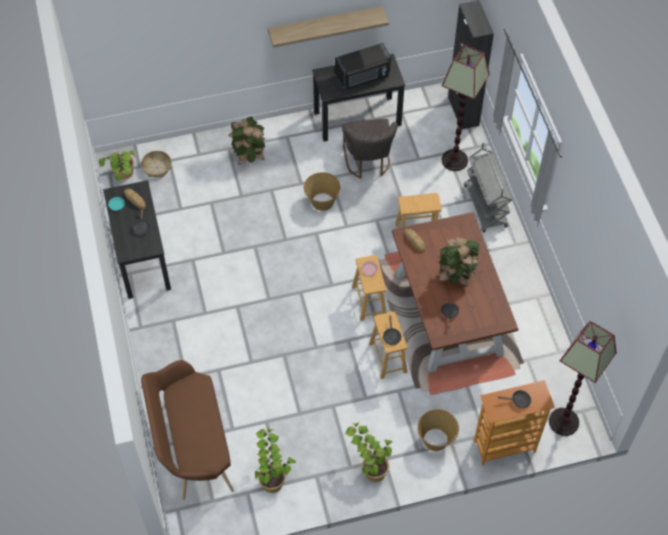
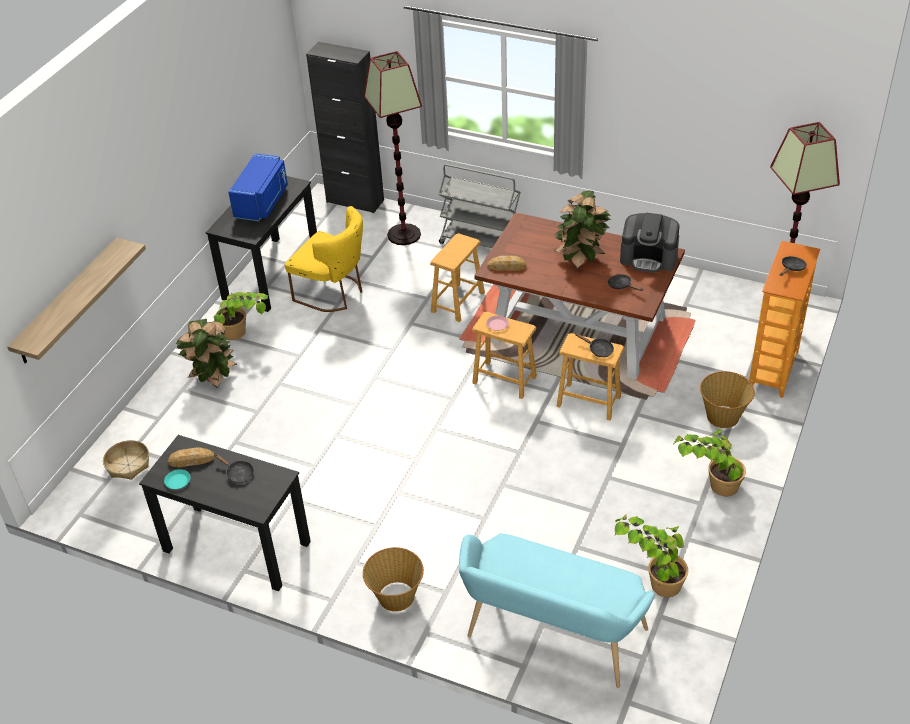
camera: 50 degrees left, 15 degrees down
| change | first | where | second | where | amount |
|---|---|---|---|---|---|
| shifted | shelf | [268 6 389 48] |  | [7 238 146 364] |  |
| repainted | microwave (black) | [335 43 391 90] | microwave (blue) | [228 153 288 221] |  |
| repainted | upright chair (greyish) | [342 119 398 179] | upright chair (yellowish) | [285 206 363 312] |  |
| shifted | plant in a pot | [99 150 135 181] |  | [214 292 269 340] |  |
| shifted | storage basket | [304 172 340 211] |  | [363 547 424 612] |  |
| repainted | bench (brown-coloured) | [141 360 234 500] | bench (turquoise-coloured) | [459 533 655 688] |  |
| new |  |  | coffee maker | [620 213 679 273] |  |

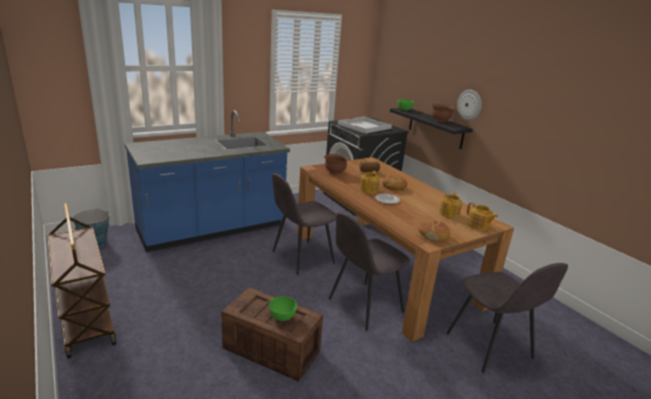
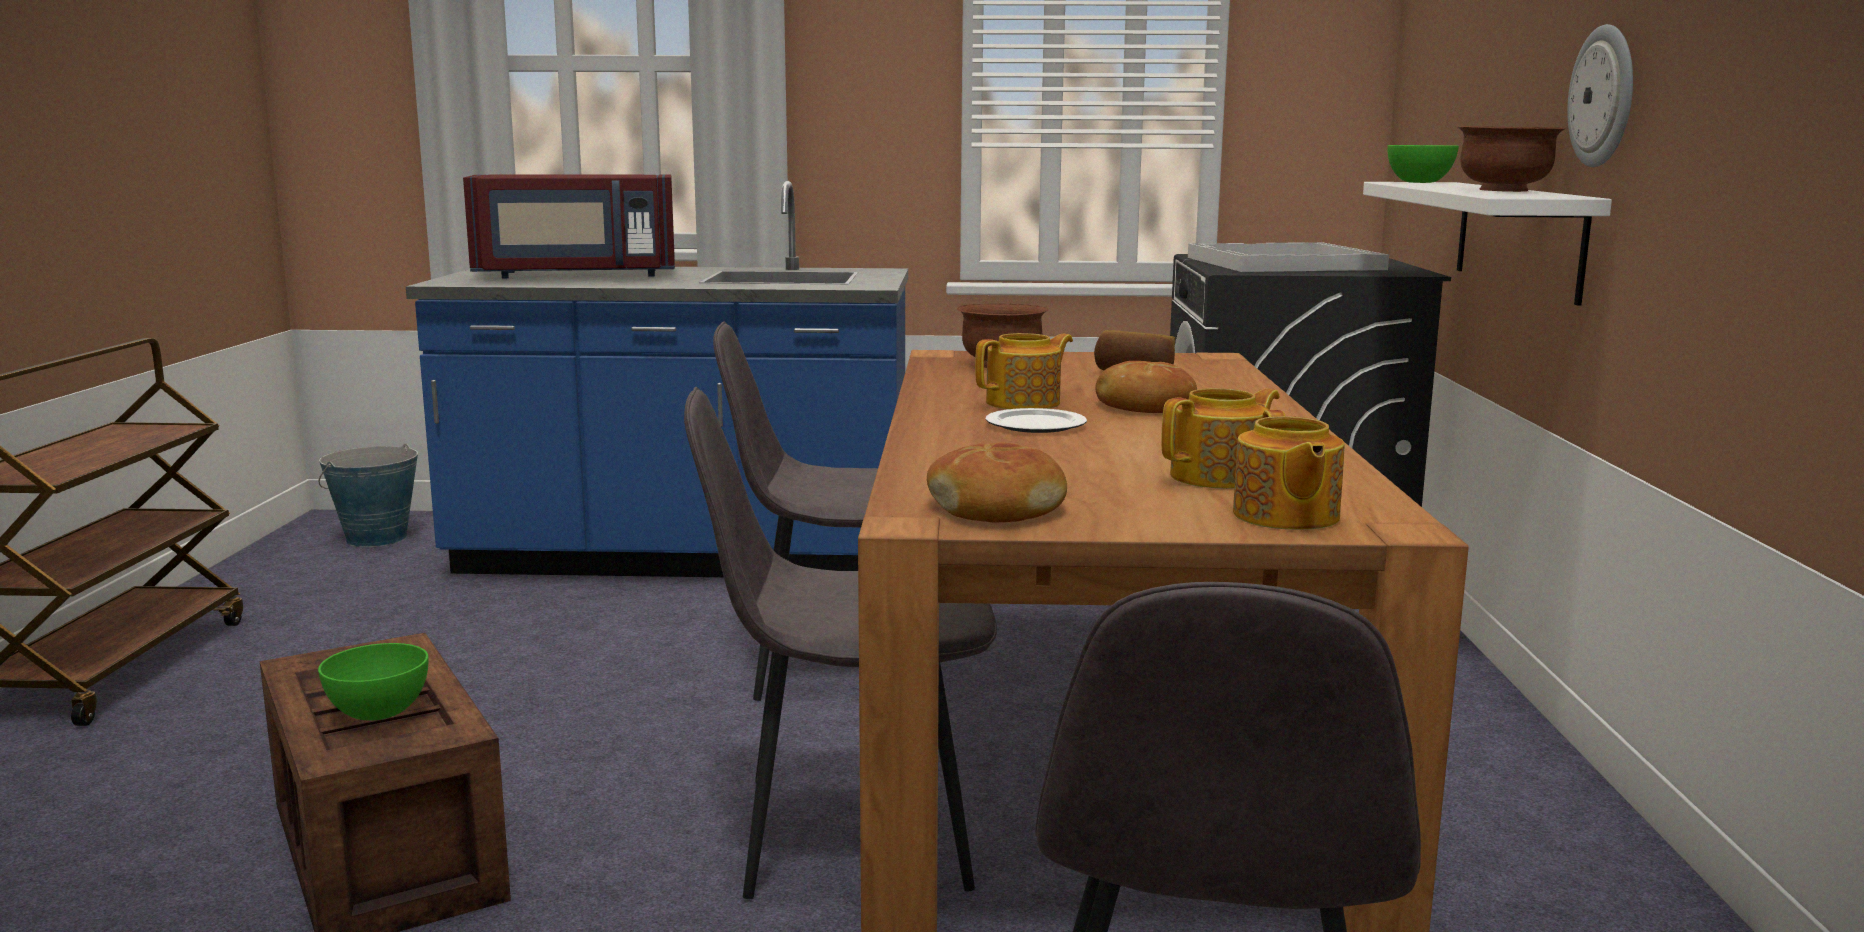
camera: 35 degrees right, 10 degrees down
| change | first | where | second | where | amount |
|---|---|---|---|---|---|
| repainted | shelf (black) | [390 108 473 149] | shelf (white-coloured) | [1363 182 1612 306] |  |
| new |  |  | microwave (red-coloured) | [463 174 675 279] |  |

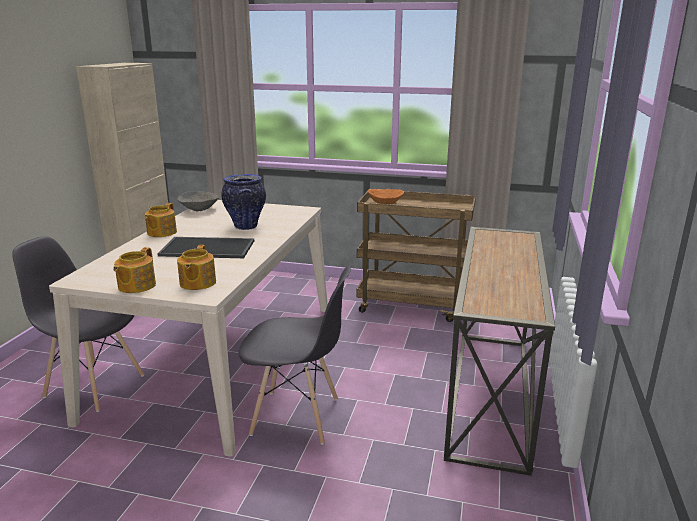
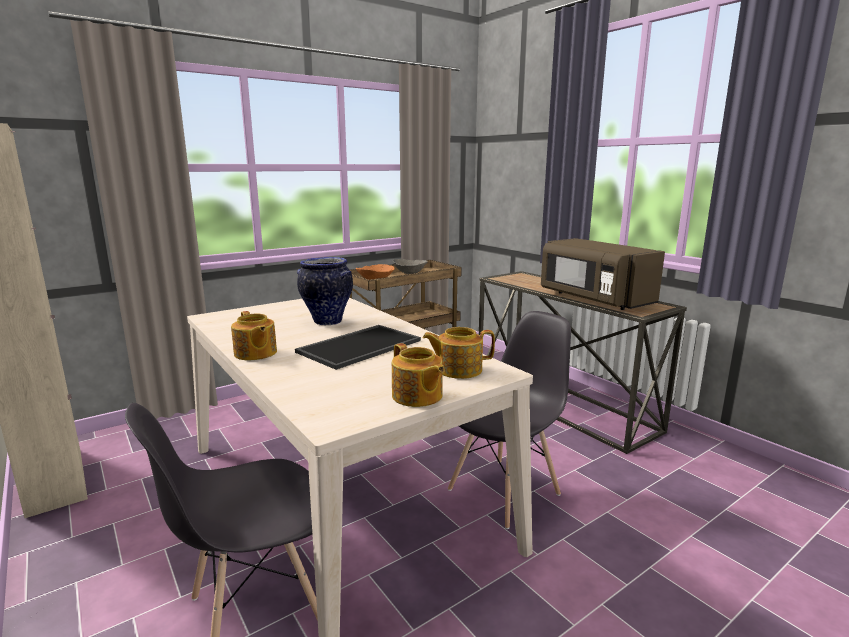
camera: 50 degrees left, 5 degrees down
| change | first | where | second | where | amount |
|---|---|---|---|---|---|
| shifted | serving bowl (greyish) | [178 191 219 211] |  | [393 259 428 274] |  |
| rotated | teapot | [177 245 216 290] |  | [423 327 495 379] | 135 degrees clockwise |
| new |  |  | microwave (brown-coloured) | [541 238 665 310] |  |

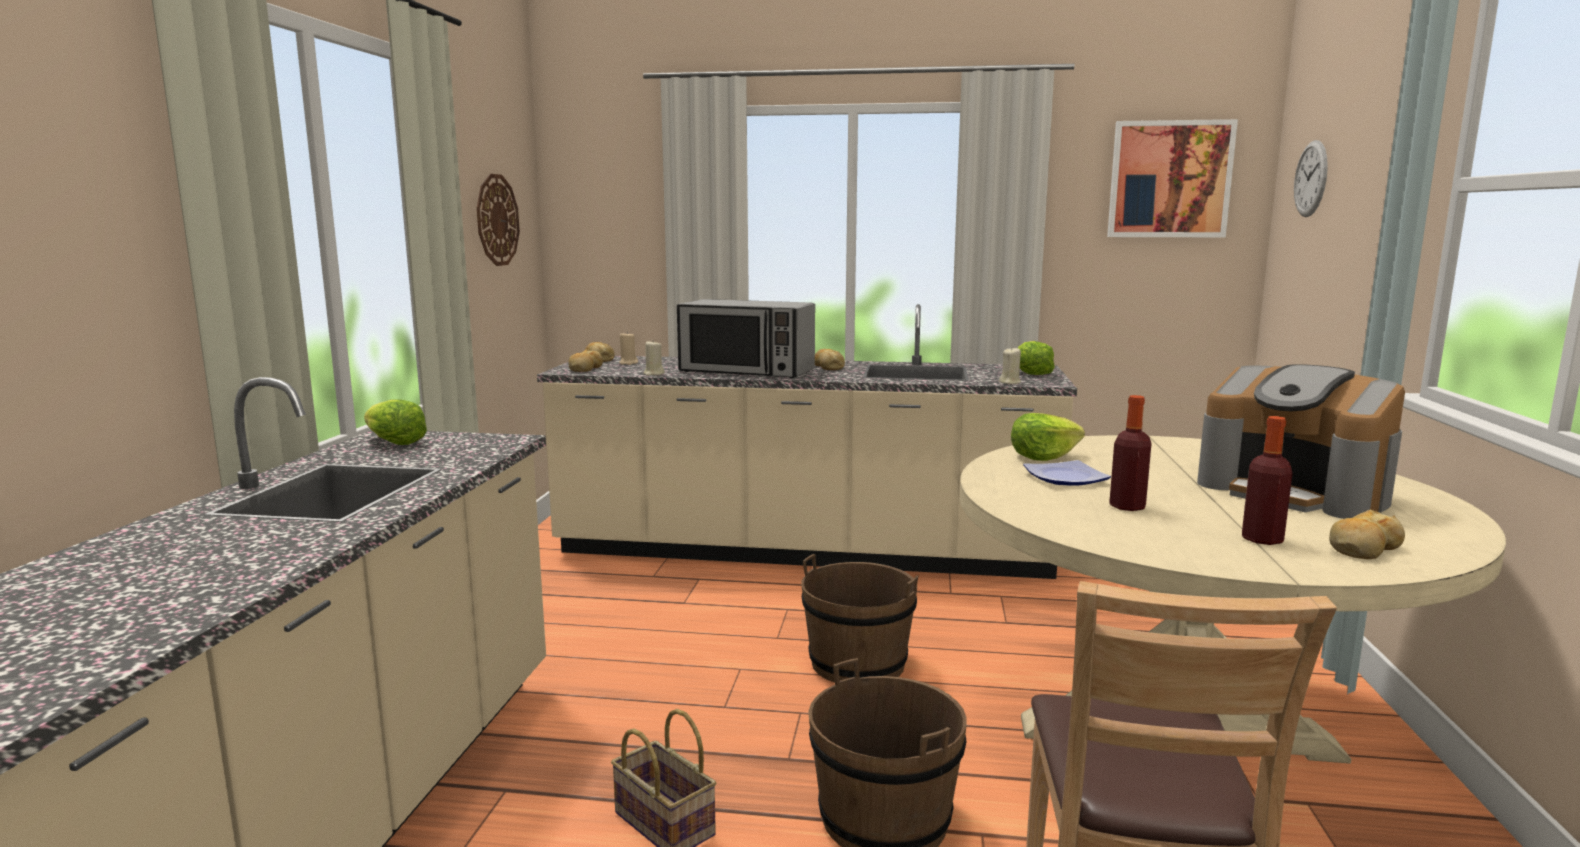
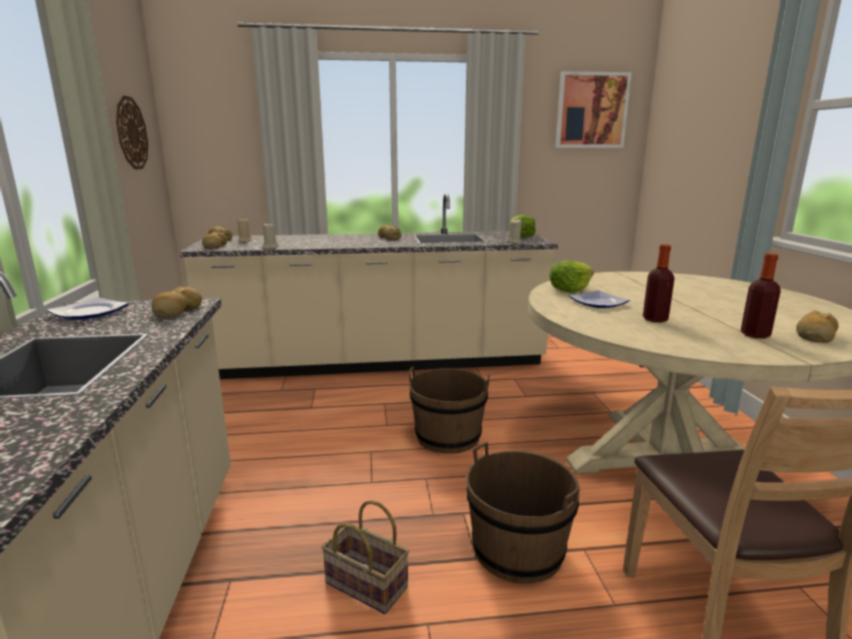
camera: 15 degrees left, 5 degrees up
| change | first | where | second | where | amount |
|---|---|---|---|---|---|
| gone | hanging clock | [1294 140 1328 217] |  |  |  |
| gone | microwave | [677 299 815 378] |  |  |  |
| gone | coffee maker | [1197 364 1405 519] |  |  |  |
| swapped | lettuce | [364 399 427 445] | plate | [47 297 129 319] |  |
| new |  |  | bread | [152 286 202 317] |  |

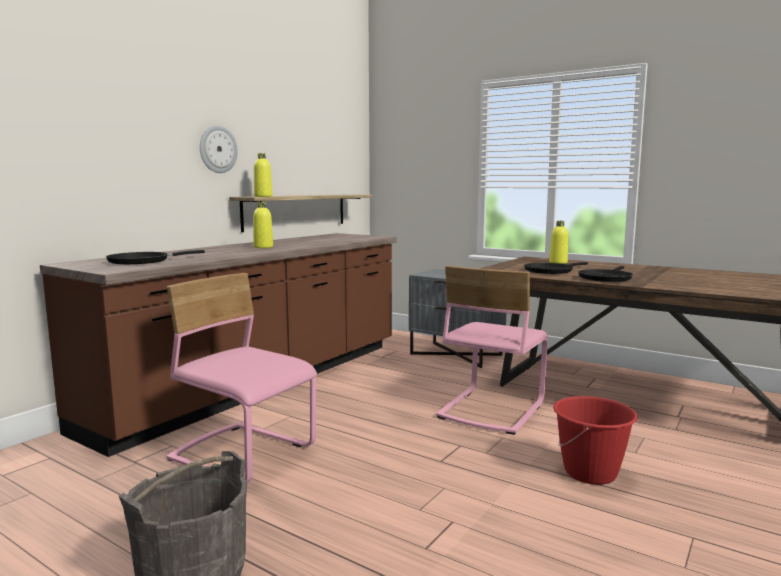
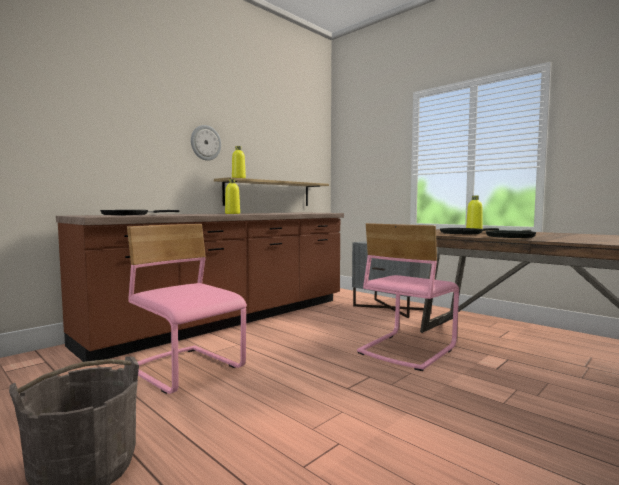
camera: 10 degrees right, 5 degrees down
| change | first | where | second | where | amount |
|---|---|---|---|---|---|
| gone | bucket (red-coloured) | [553 396 638 485] |  |  |  |

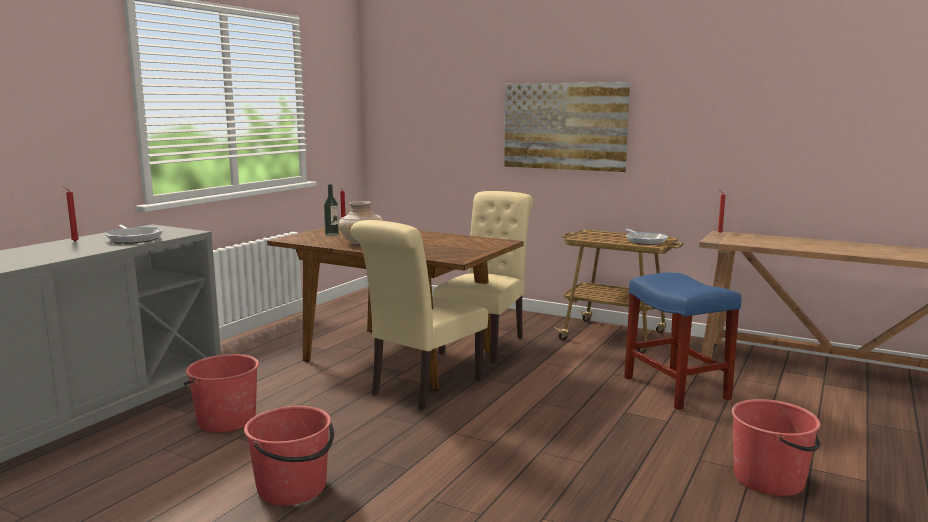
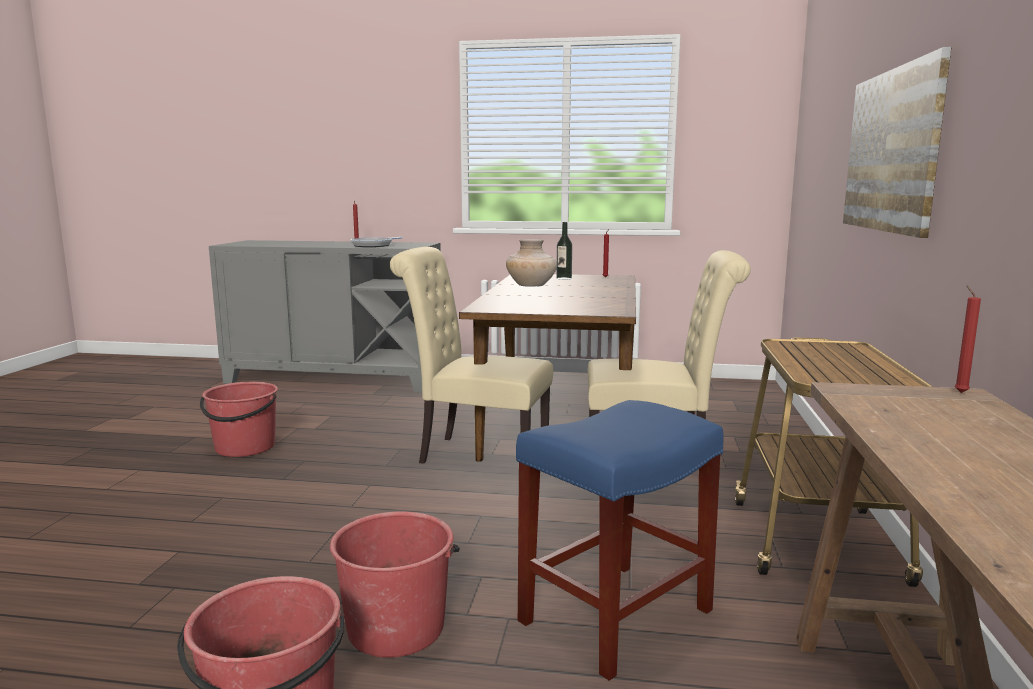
camera: 70 degrees right, 0 degrees up
| change | first | where | second | where | amount |
|---|---|---|---|---|---|
| gone | skillet | [626 229 668 245] |  |  |  |
| shifted | bucket (red-coloured) | [184 354 259 432] |  | [330 511 460 658] |  |

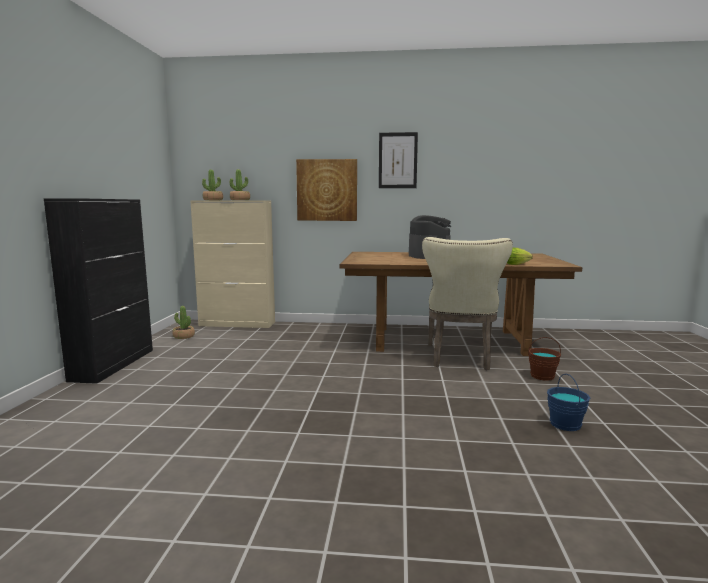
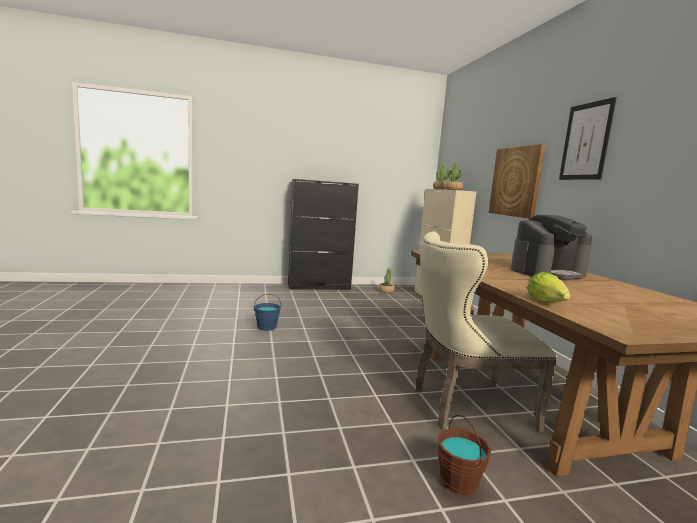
camera: 70 degrees right, 0 degrees up
| change | first | where | second | where | amount |
|---|---|---|---|---|---|
| shifted | bucket (blue) | [547 374 590 431] |  | [254 294 281 331] |  |

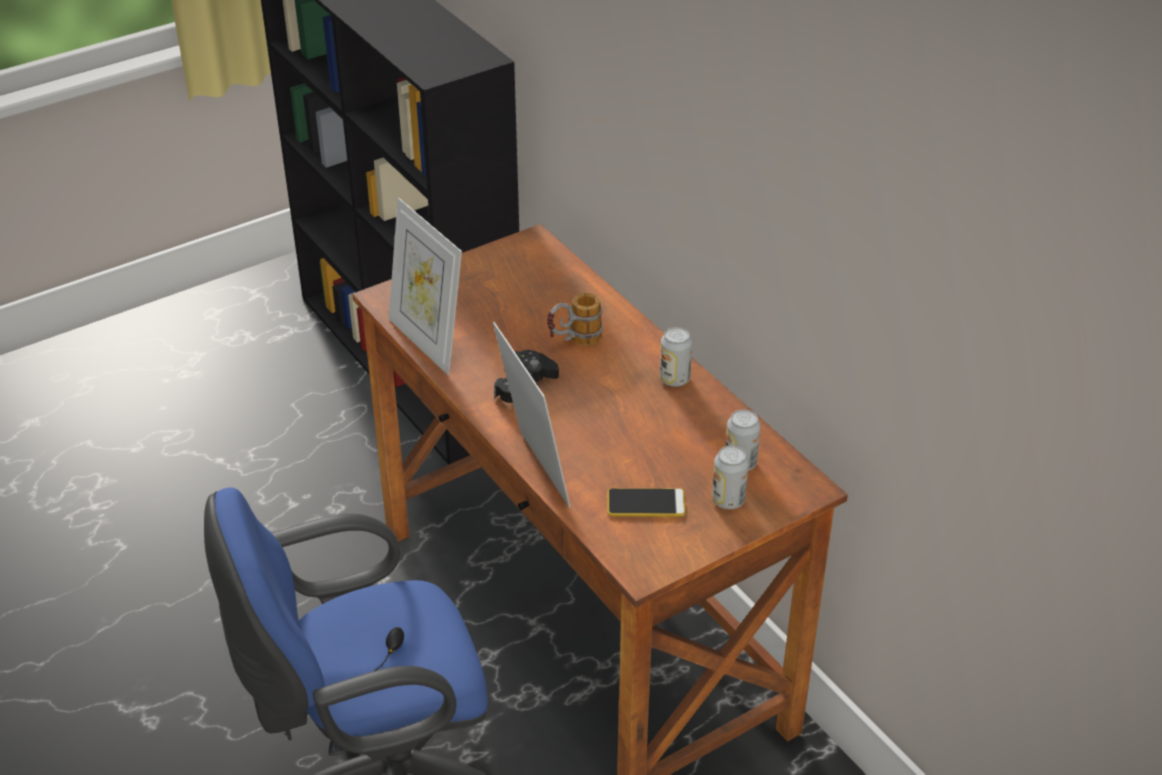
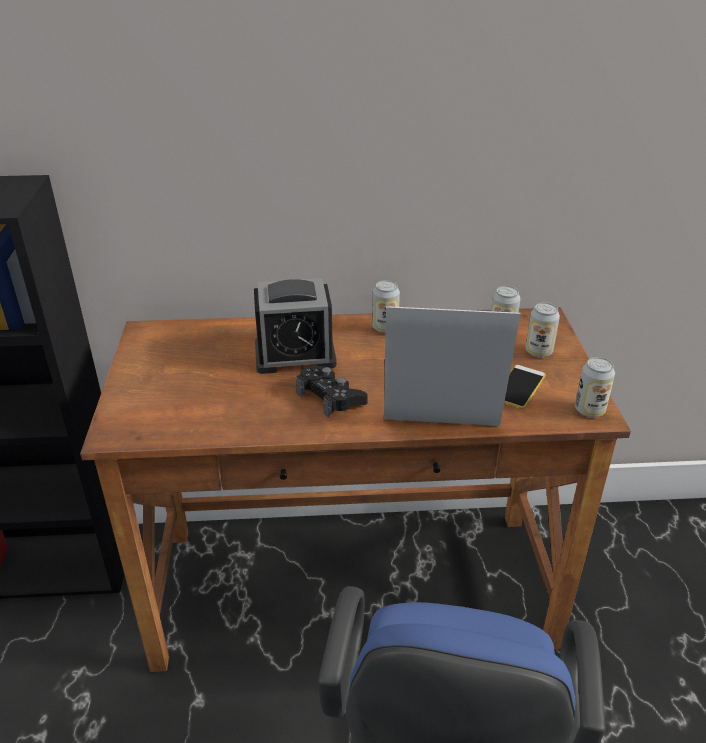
camera: 60 degrees left, 5 degrees down
| change | first | where | second | where | amount |
|---|---|---|---|---|---|
| gone | standing frame | [389 198 462 375] |  |  |  |
| swapped | coffee mug | [547 293 603 345] | bedside clock | [254 278 337 374] |  |
| new |  |  | metal can | [575 357 615 417] |  |

